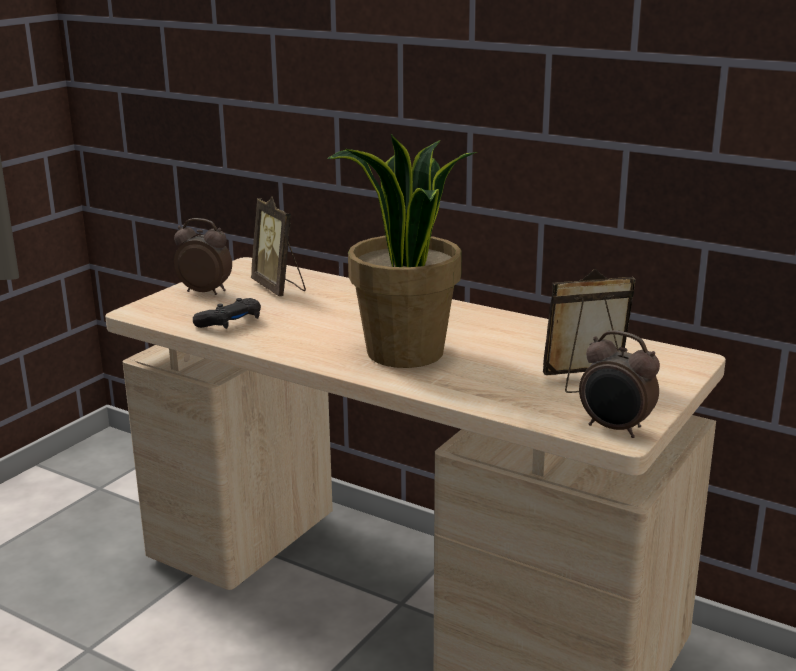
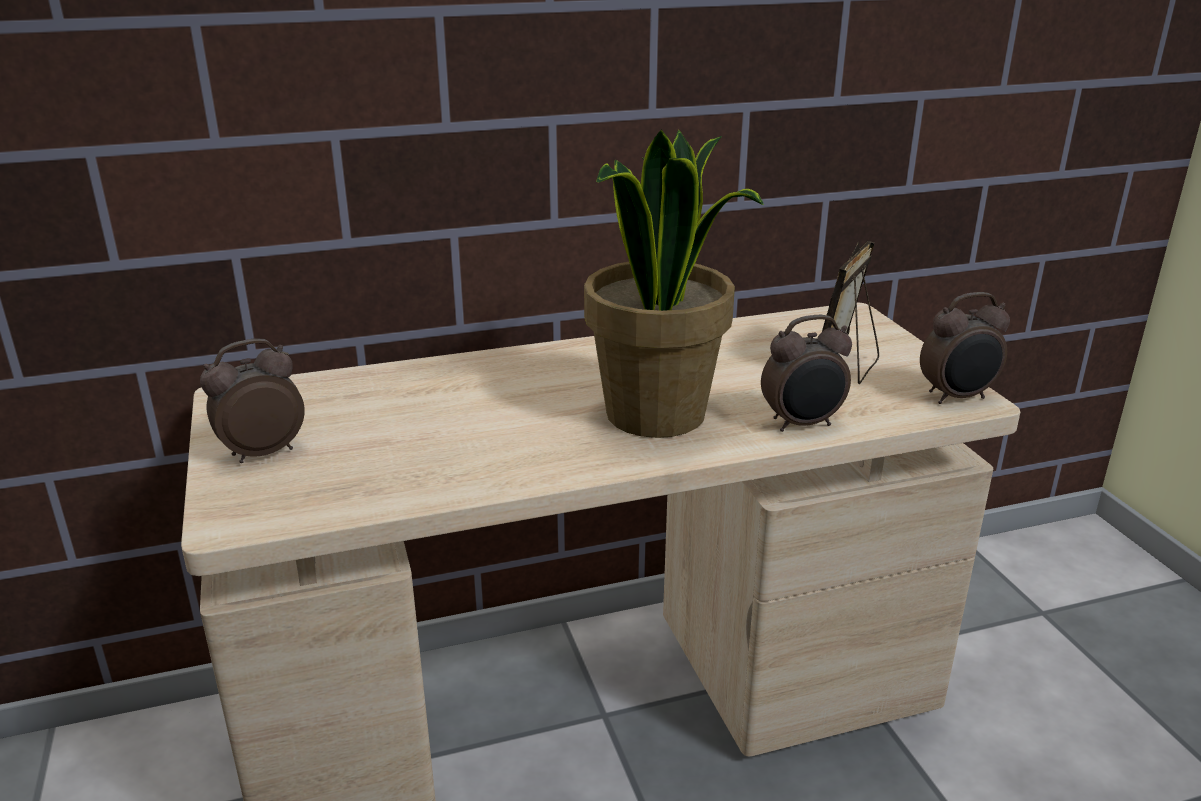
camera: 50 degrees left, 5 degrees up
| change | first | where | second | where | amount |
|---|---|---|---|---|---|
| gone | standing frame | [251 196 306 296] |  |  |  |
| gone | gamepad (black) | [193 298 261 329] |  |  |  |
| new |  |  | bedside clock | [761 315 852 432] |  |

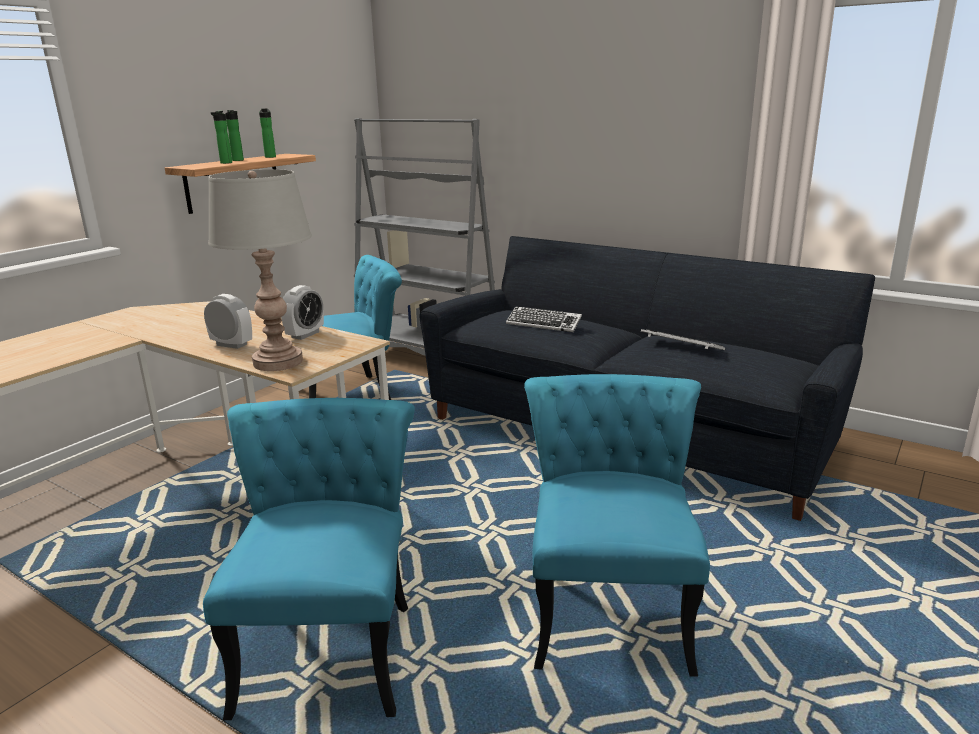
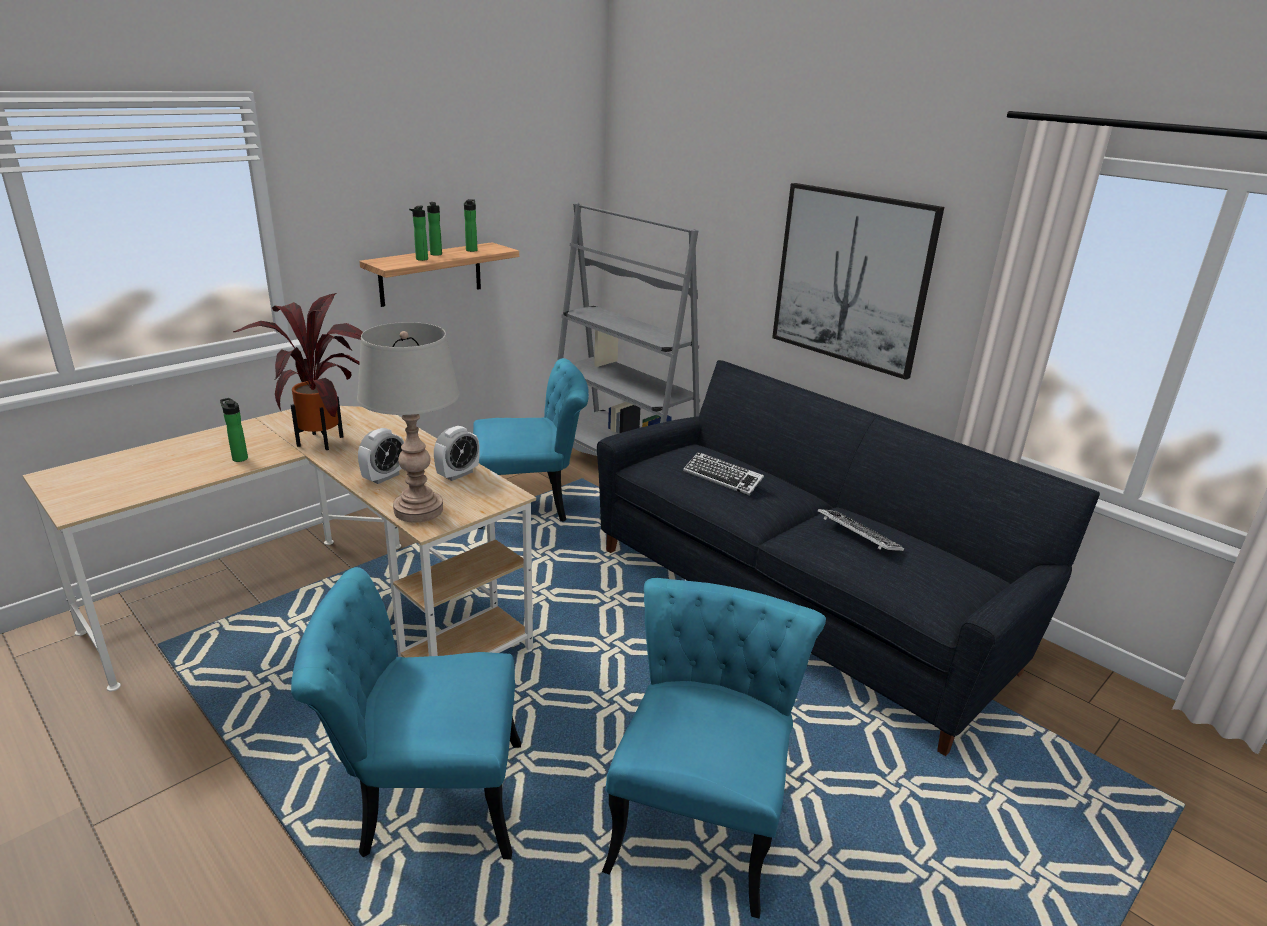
camera: 10 degrees right, 5 degrees up
| change | first | where | second | where | amount |
|---|---|---|---|---|---|
| rotated | bedside clock | [204 294 252 349] |  | [358 428 404 484] | 90 degrees clockwise |
| rotated | upright chair (turquoise-coloured) | [203 398 415 721] |  | [291 567 521 859] | 105 degrees counterclockwise |
| new |  |  | picture | [772 183 944 380] |  |
| new |  |  | plant in a pot | [233 293 363 450] |  |
| new |  |  | beverage bottle | [220 398 248 462] |  |

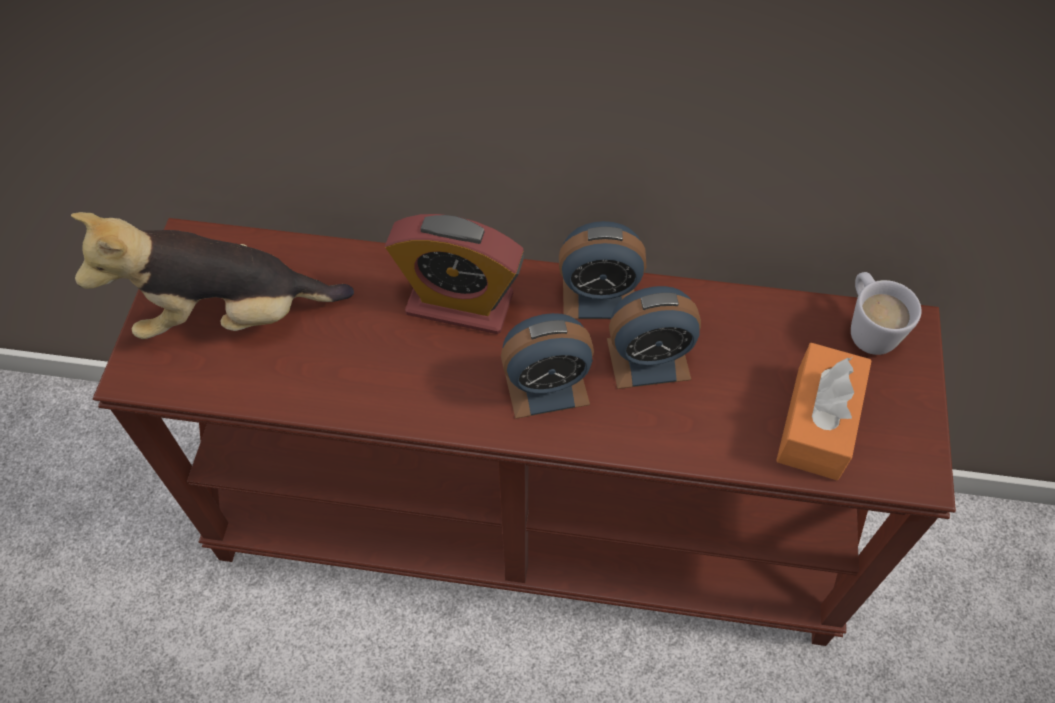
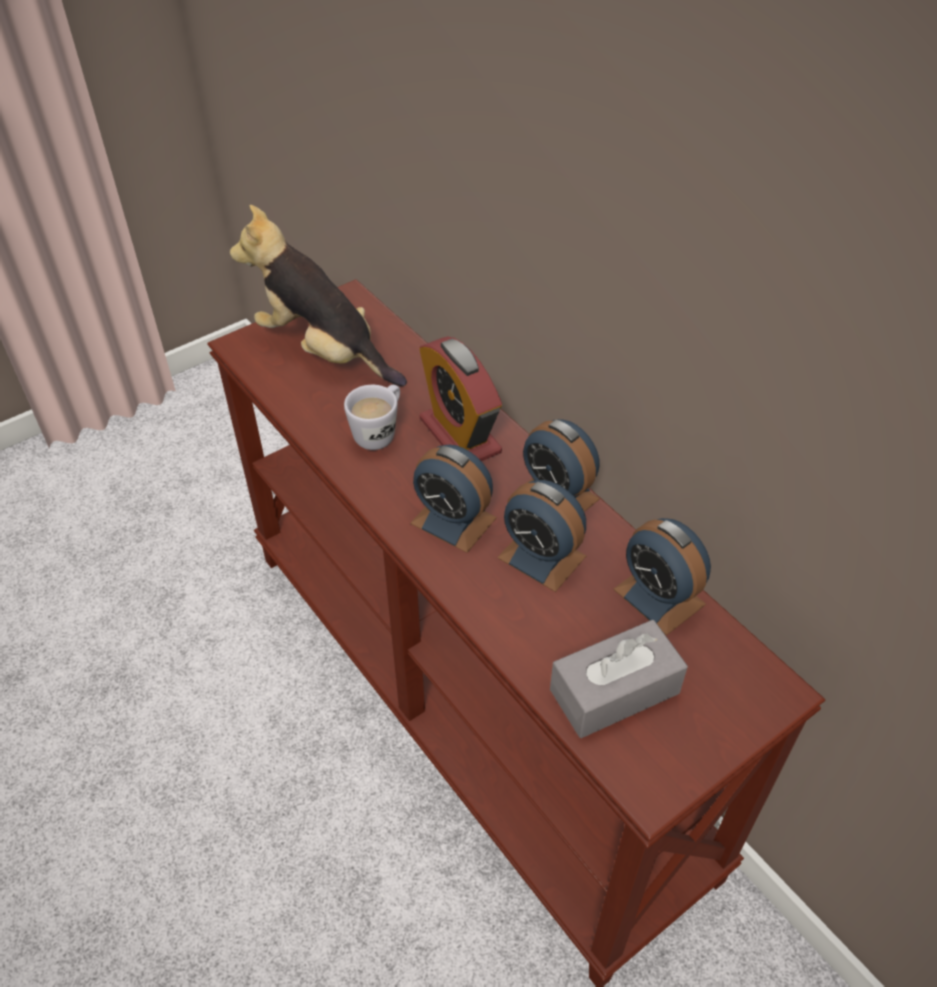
camera: 45 degrees right, 10 degrees down
| change | first | where | second | where | amount |
|---|---|---|---|---|---|
| shifted | coffee mug (white-coloured) | [851 272 922 355] |  | [344 385 400 450] |  |
| repainted | tissue box (orange) | [776 343 872 480] | tissue box (greyish) | [550 620 688 738] |  |
| new |  |  | bedside clock | [613 518 711 636] |  |

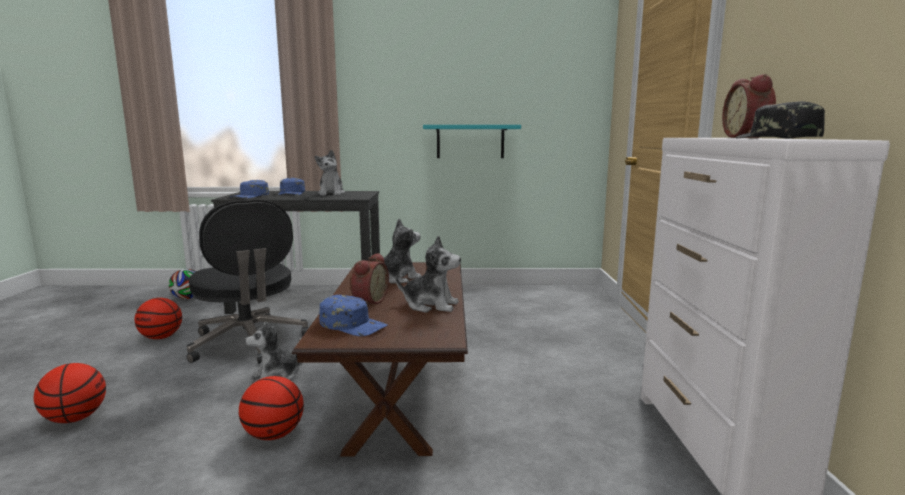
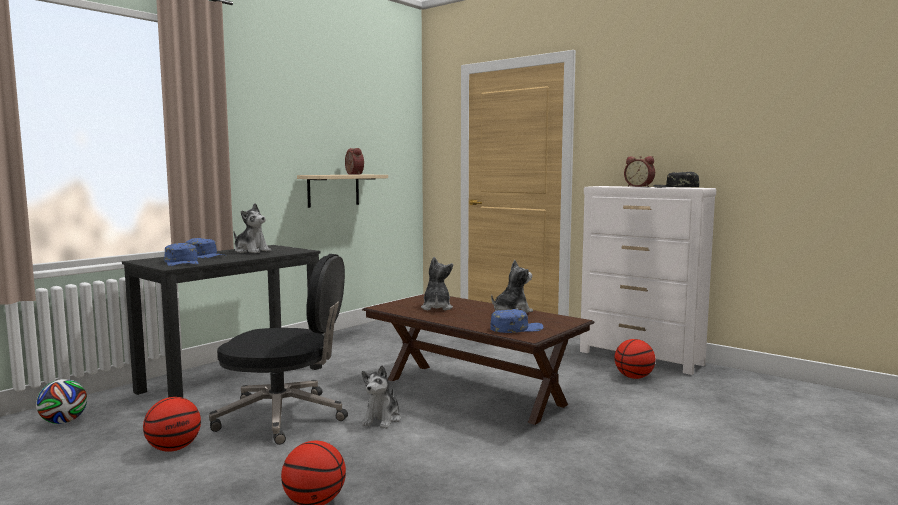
camera: 50 degrees left, 5 degrees down
| change | first | where | second | where | amount |
|---|---|---|---|---|---|
| repainted | shelf (turquoise-coloured) | [423 125 521 158] | shelf (beige) | [297 175 388 208] |  |
| shifted | bedside clock | [351 253 389 304] |  | [345 148 364 175] |  |
| shifted | basketball ball | [239 376 304 440] |  | [615 339 656 379] |  |

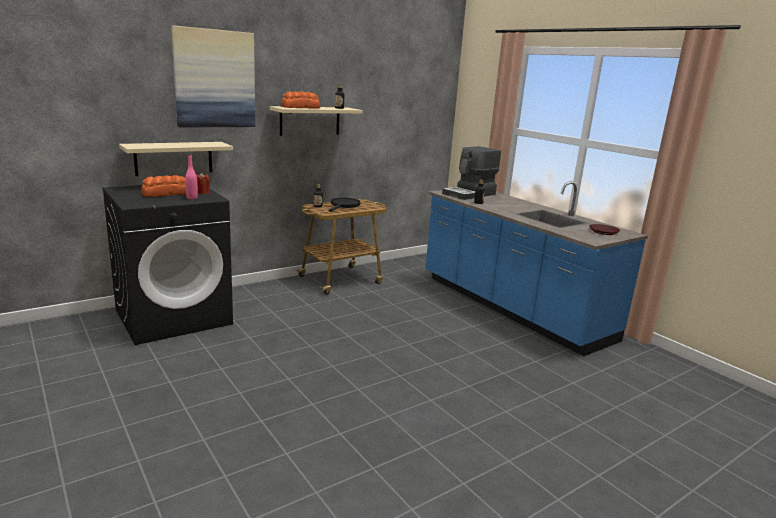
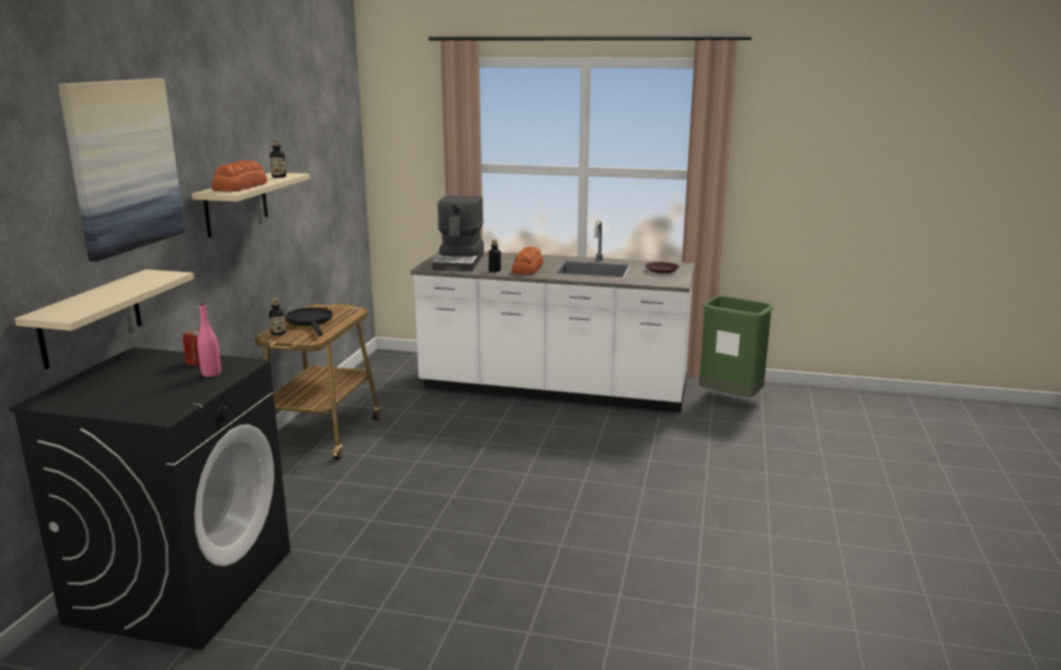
camera: 40 degrees left, 0 degrees up
| change | first | where | second | where | amount |
|---|---|---|---|---|---|
| shifted | bread | [141 175 186 197] |  | [512 247 544 274] |  |
| repainted | counter (blue) | [425 181 648 356] | counter (white-coloured) | [410 220 695 413] |  |
| new |  |  | waste bin (green-coloured) | [699 296 773 397] |  |

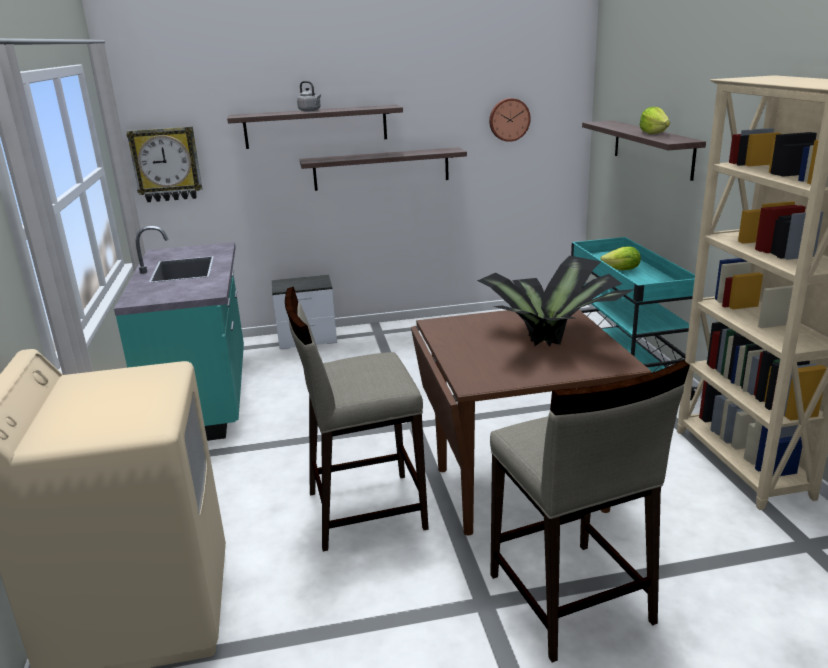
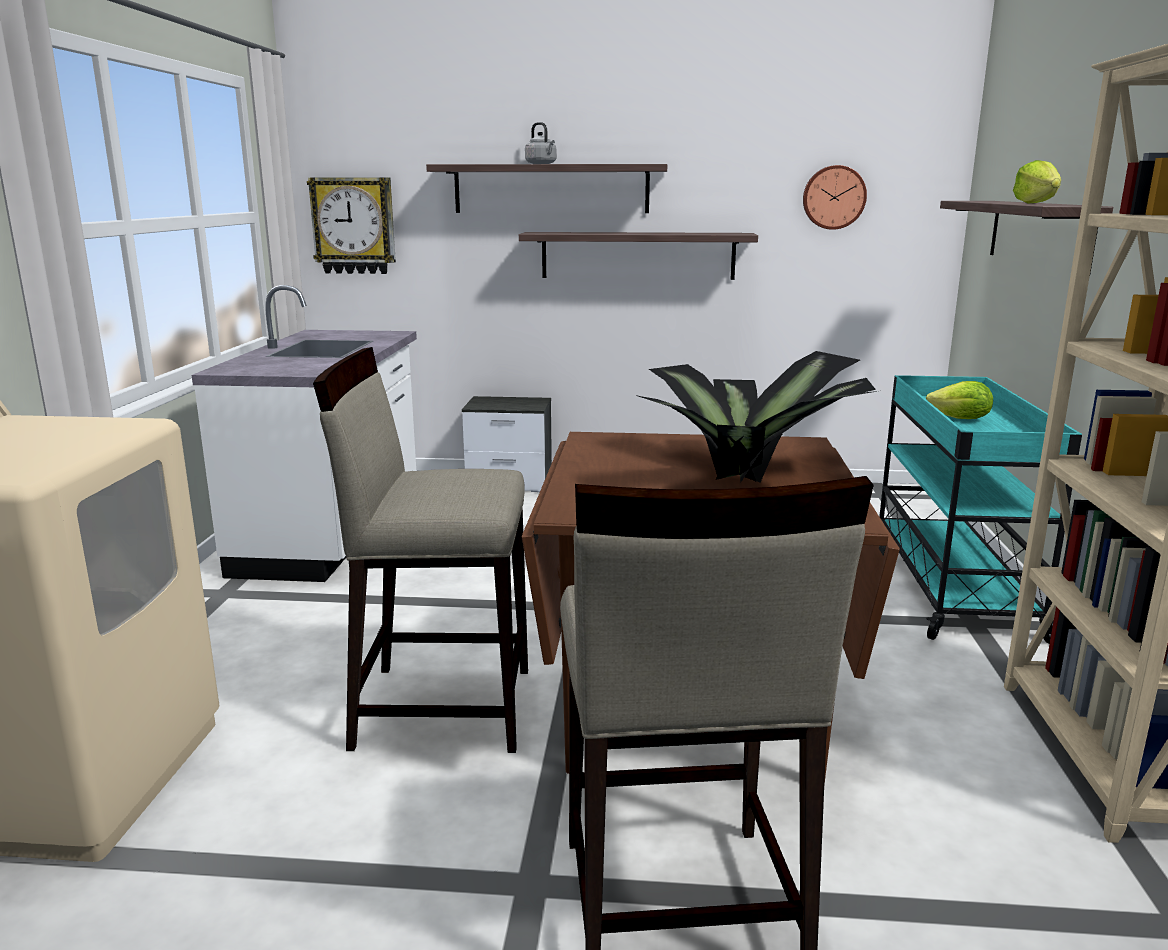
camera: 15 degrees right, 5 degrees down
| change | first | where | second | where | amount |
|---|---|---|---|---|---|
| repainted | counter (turquoise-coloured) | [114 226 244 441] | counter (white-coloured) | [192 285 417 582] |  |

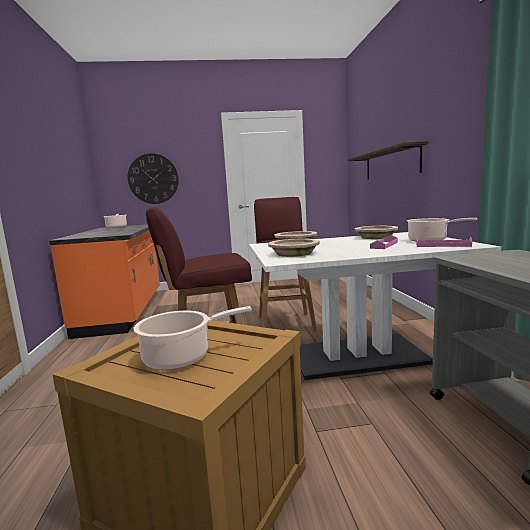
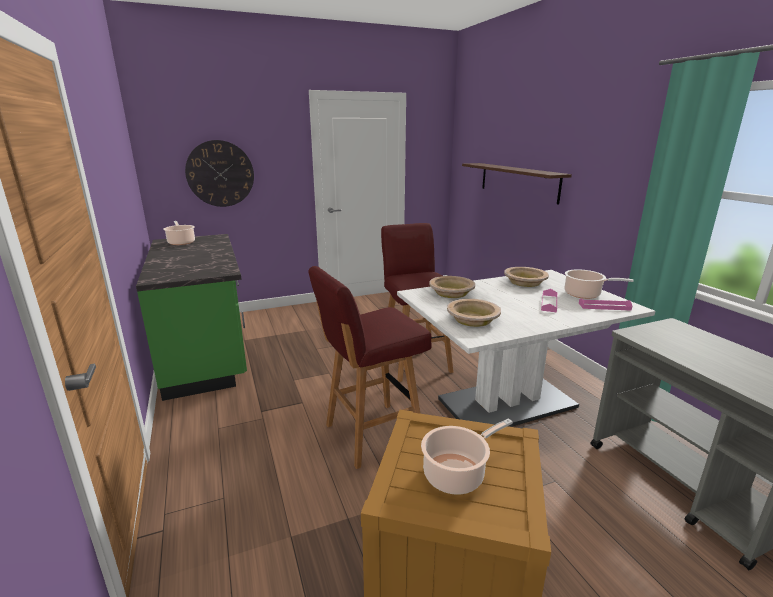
camera: 15 degrees left, 10 degrees up
| change | first | where | second | where | amount |
|---|---|---|---|---|---|
| repainted | counter (orange) | [49 224 160 339] | counter (green-coloured) | [136 234 247 401] |  |

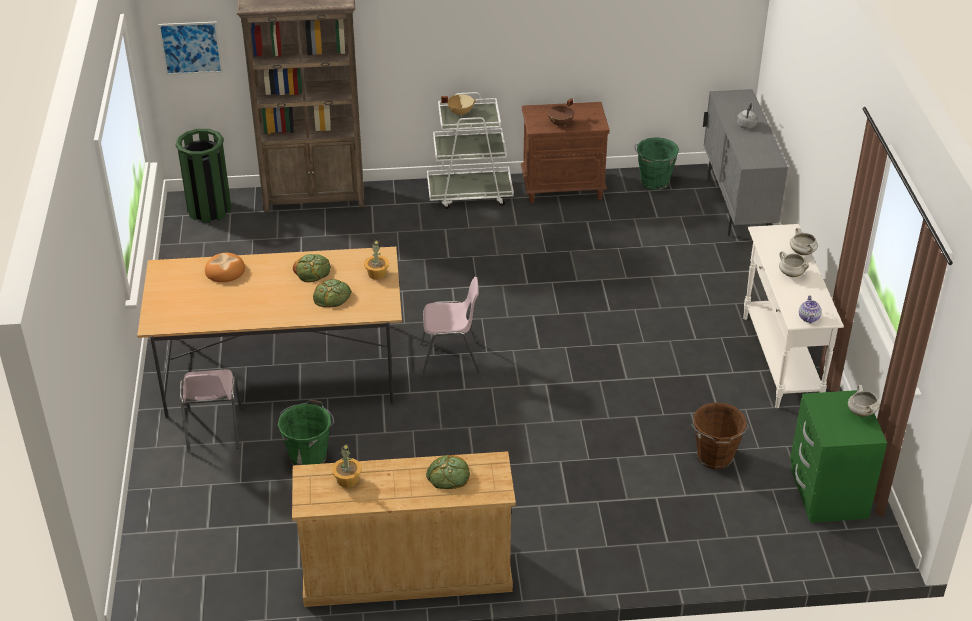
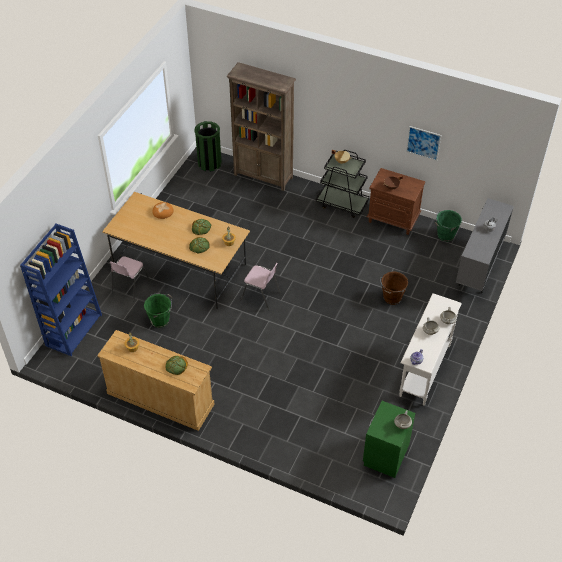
camera: 30 degrees right, 10 degrees up
| change | first | where | second | where | amount |
|---|---|---|---|---|---|
| shifted | picture | [158 22 223 75] |  | [406 126 441 161] |  |
| repainted | wheeled cart (white-coloured) | [427 92 514 209] | wheeled cart (black) | [316 150 370 218] |  |
| shifted | bucket (brown-coloured) | [692 402 749 469] |  | [380 271 408 305] |  |
| new |  |  | shelving unit (blue) | [20 224 102 356] |  |

